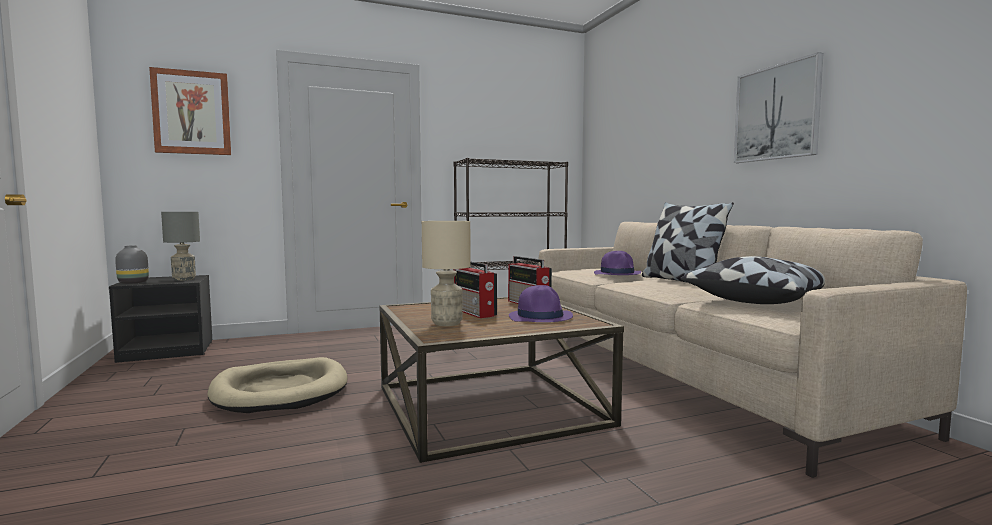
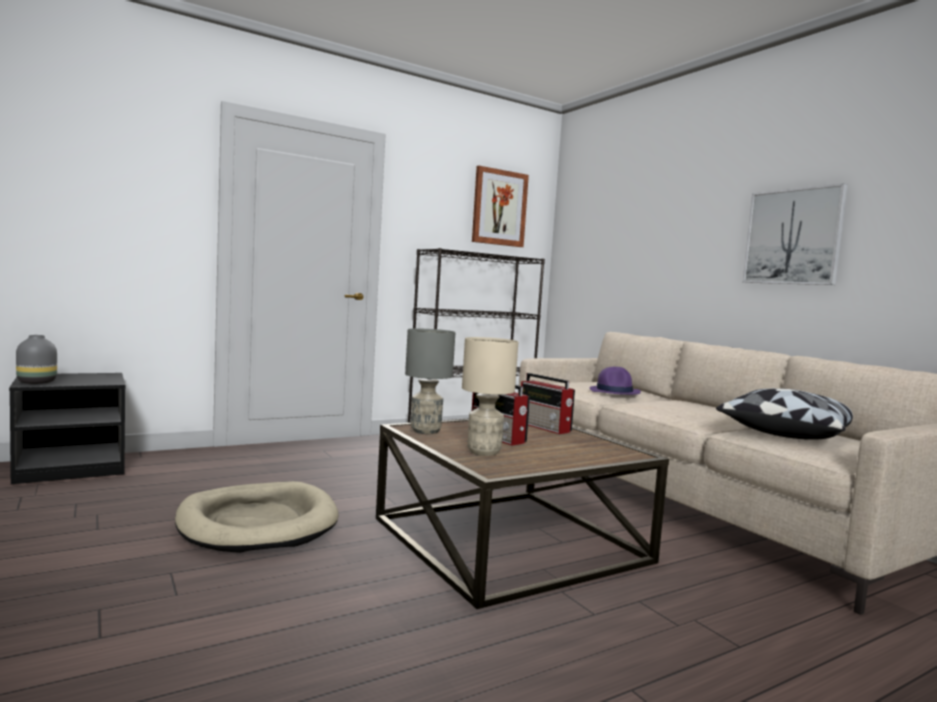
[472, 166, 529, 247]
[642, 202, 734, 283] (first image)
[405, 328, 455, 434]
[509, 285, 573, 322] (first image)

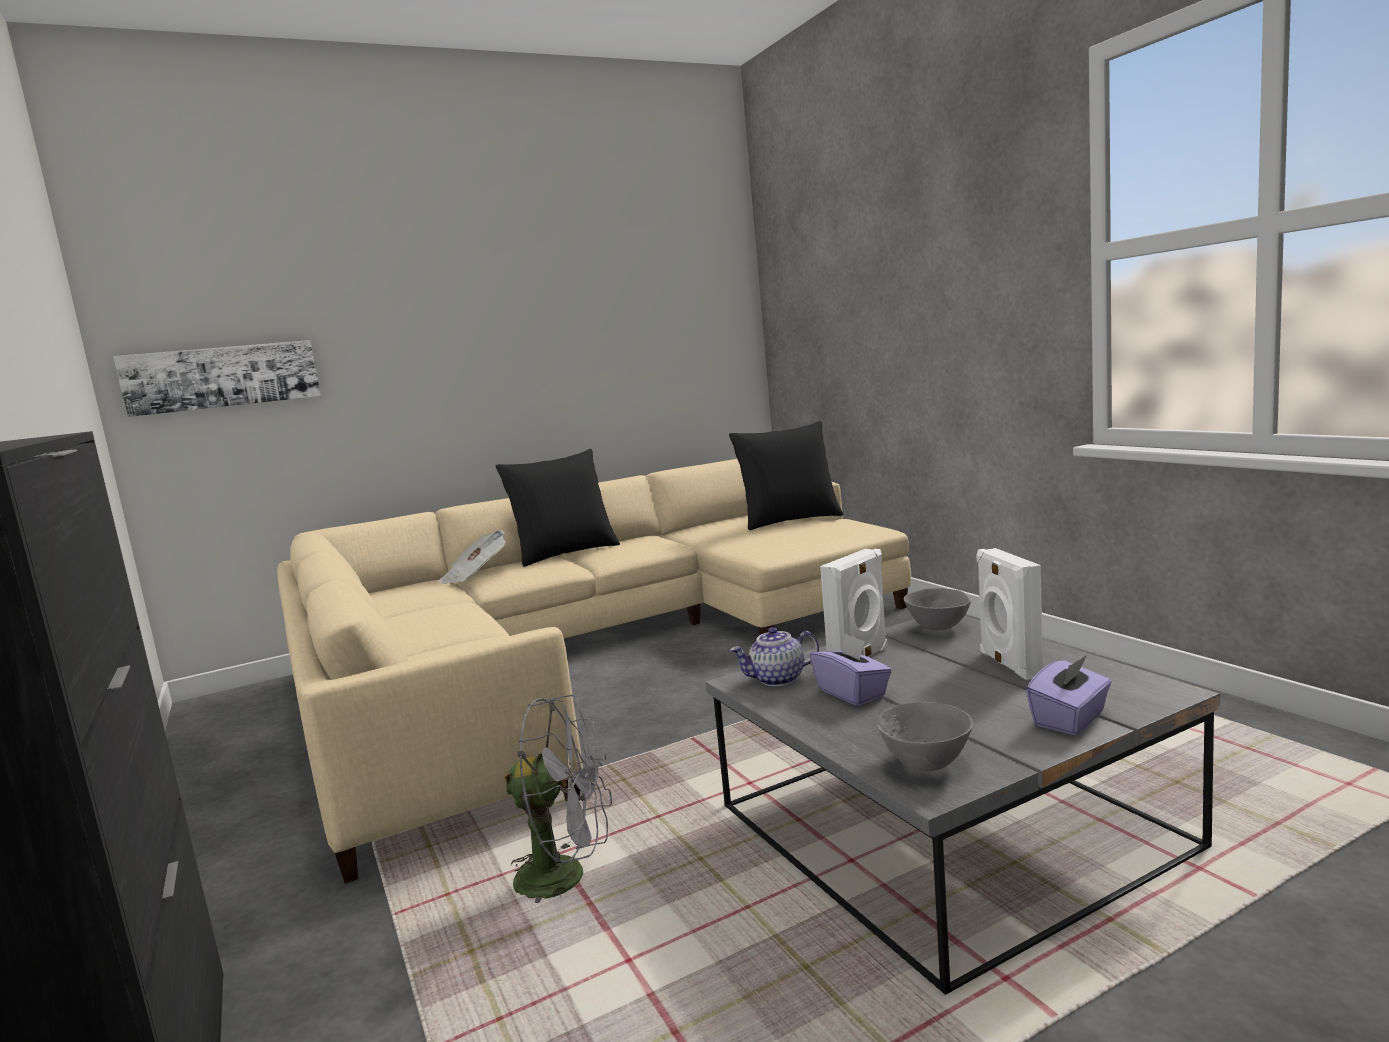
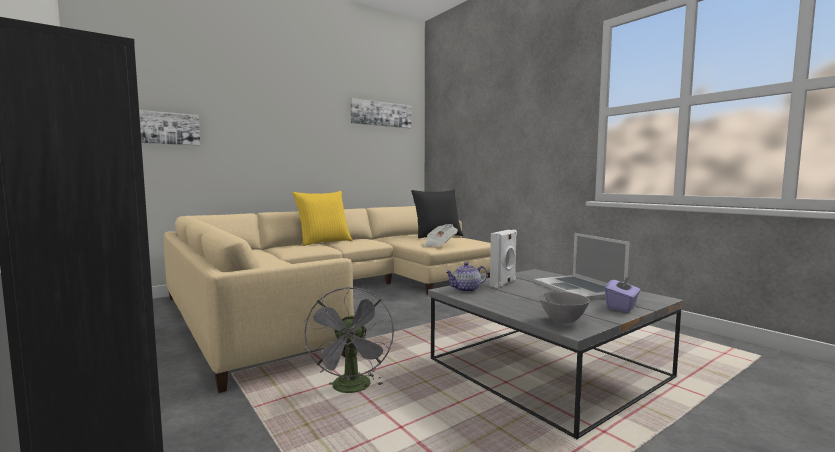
[293, 191, 352, 246]
[423, 224, 458, 247]
[534, 233, 631, 300]
[904, 588, 971, 630] (first image)
[810, 633, 892, 706] (first image)
[304, 287, 394, 393]
[350, 98, 411, 128]

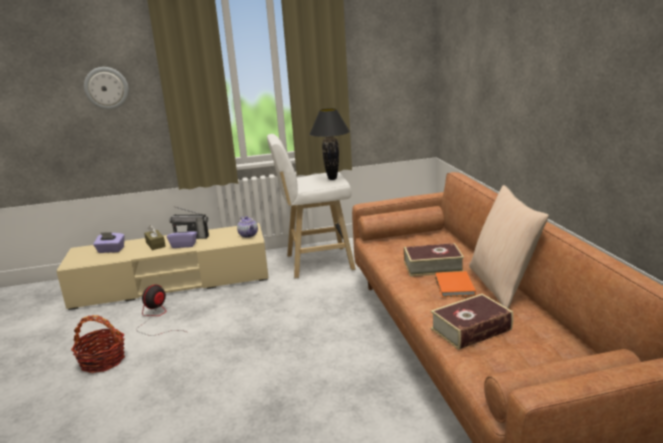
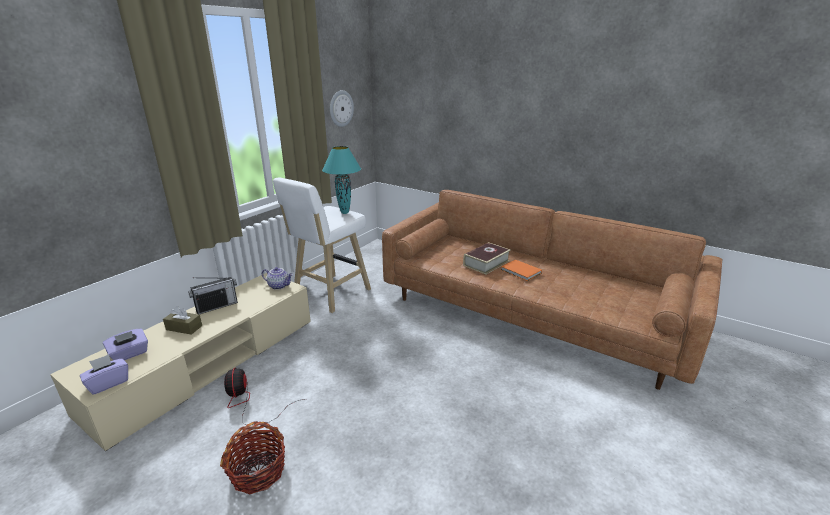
[330, 90, 354, 127]
[322, 146, 361, 214]
[469, 185, 549, 308] (first image)
[80, 354, 128, 395]
[431, 294, 513, 350] (first image)

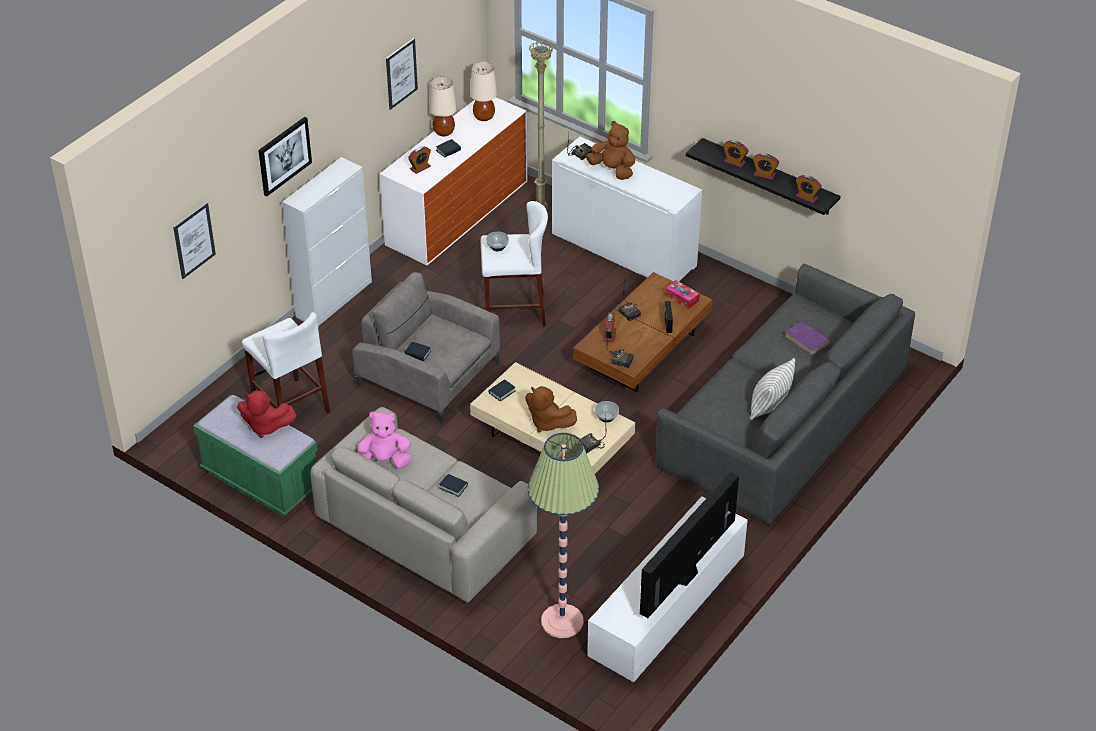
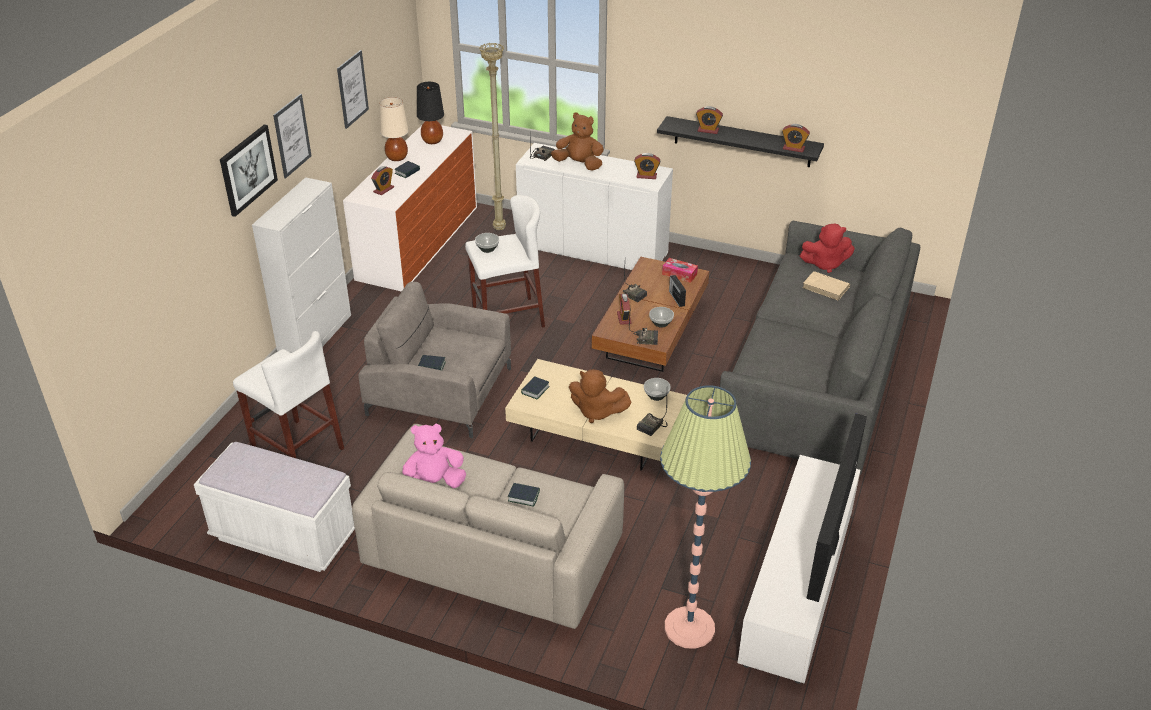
[417, 82, 444, 144]
[634, 153, 660, 179]
[273, 94, 312, 178]
[803, 271, 850, 301]
[750, 358, 795, 420] (first image)
[800, 224, 855, 273]
[194, 442, 355, 572]
[649, 307, 674, 328]

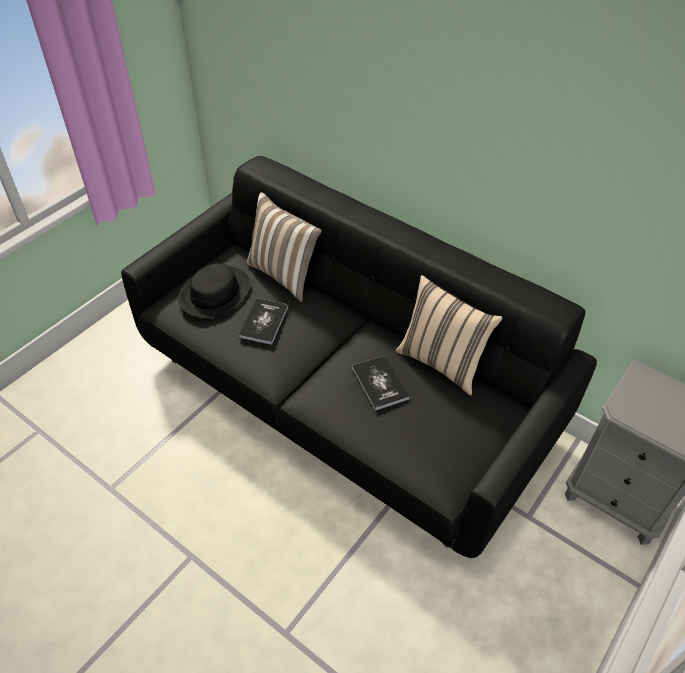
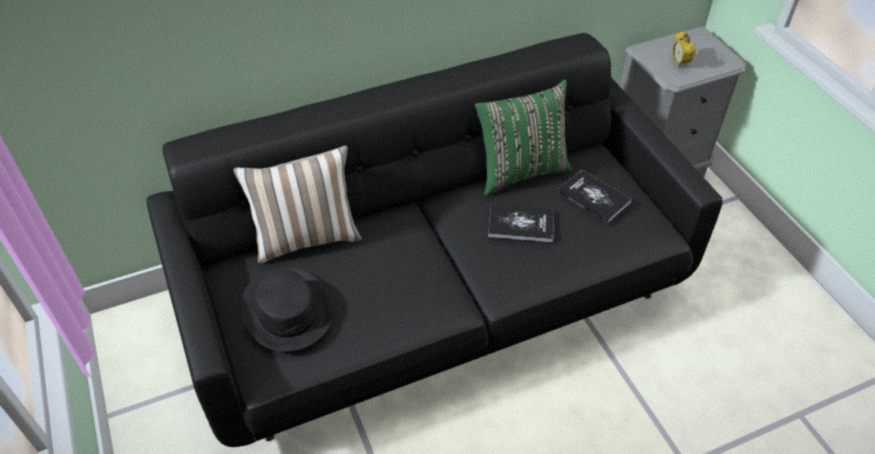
[475, 79, 572, 196]
[557, 170, 632, 223]
[673, 31, 696, 68]

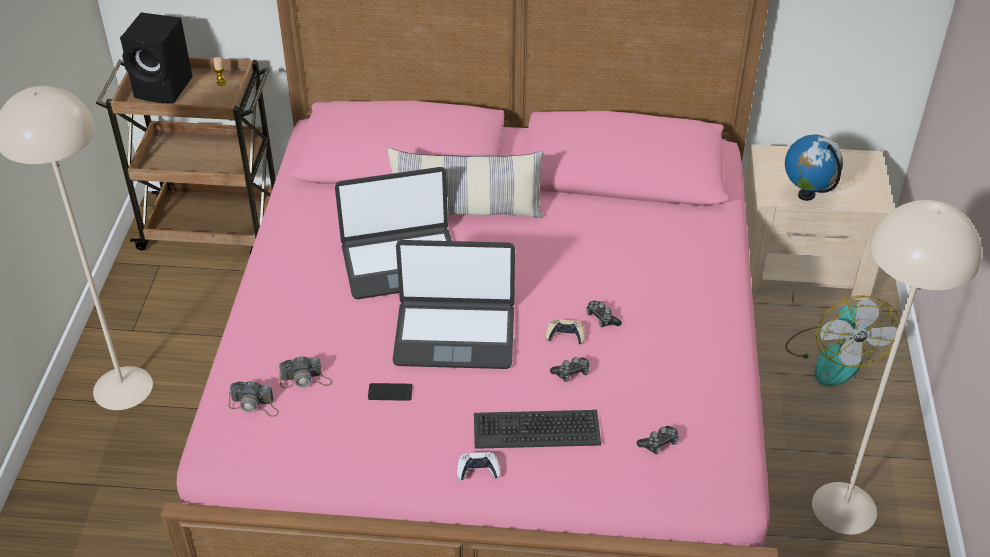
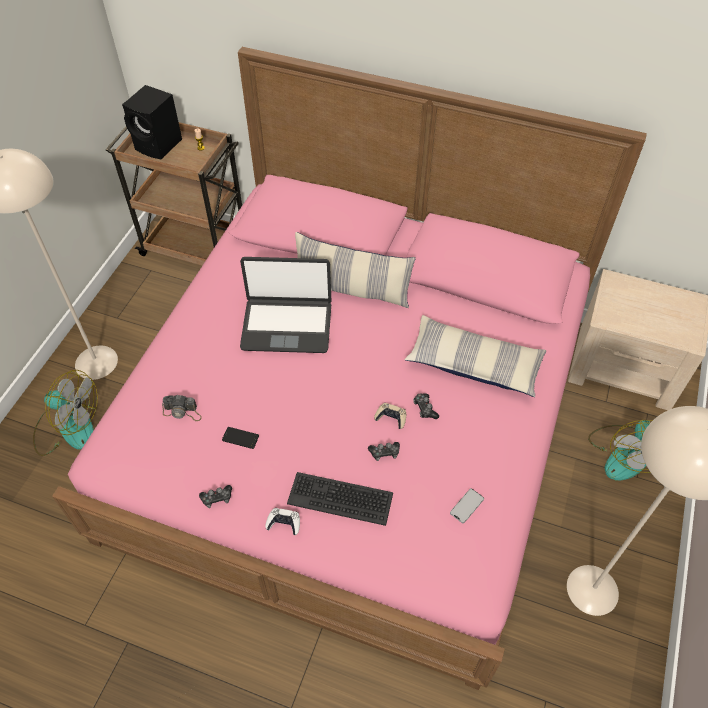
[785, 135, 843, 201] (first image)
[393, 240, 515, 369] (first image)
[228, 380, 279, 417] (first image)
[199, 485, 232, 508]
[404, 315, 546, 397]
[33, 370, 98, 456]
[450, 488, 484, 523]

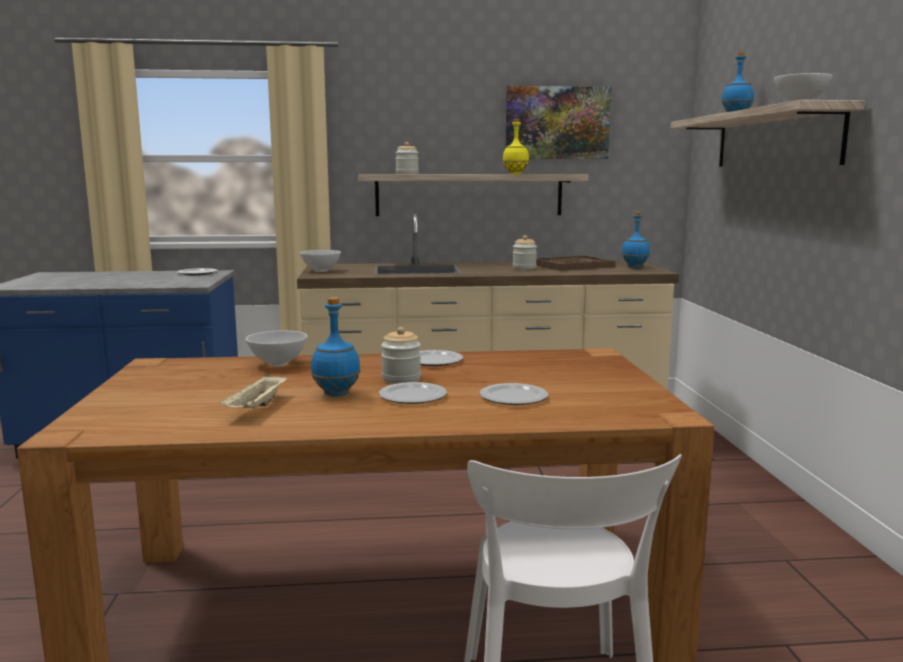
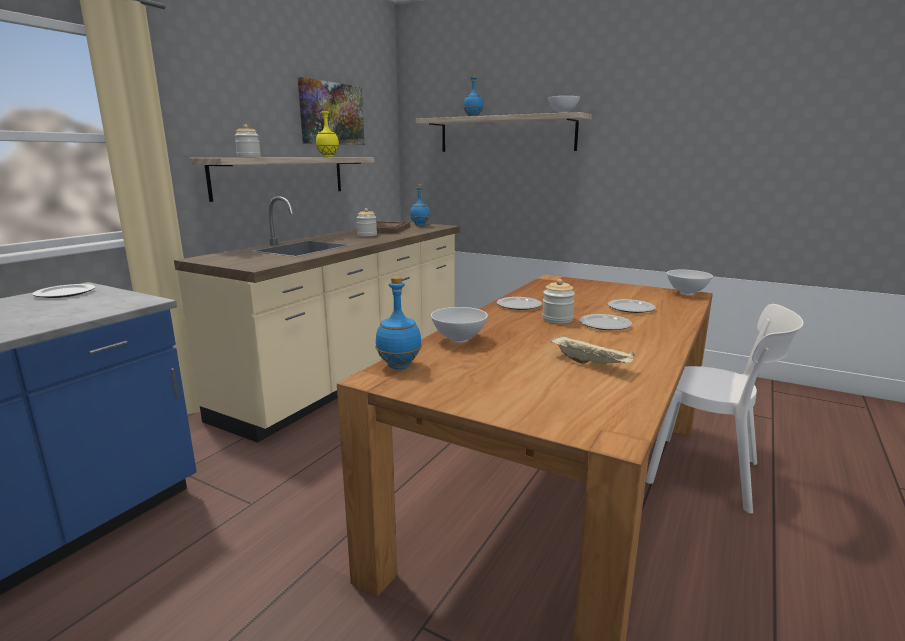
[667, 270, 713, 295]
[376, 277, 422, 369]

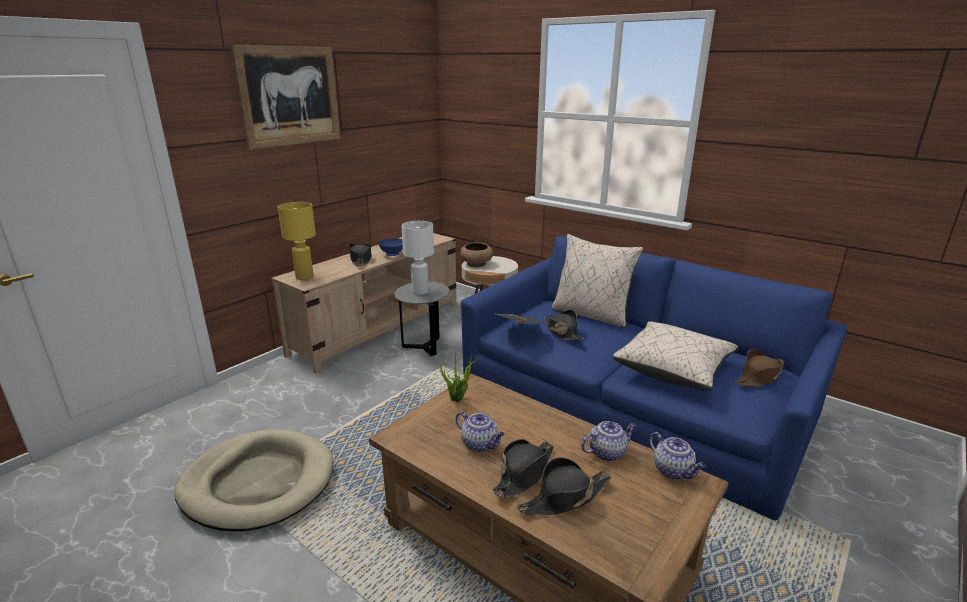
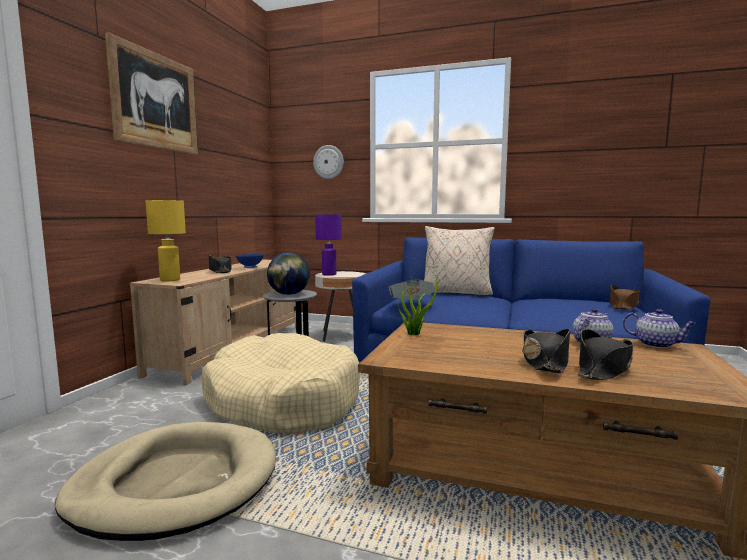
[267, 253, 310, 295]
[315, 214, 342, 276]
[544, 310, 584, 340] (first image)
[613, 321, 738, 391] (first image)
[456, 411, 505, 452] (first image)
[313, 145, 344, 179]
[202, 333, 360, 435]

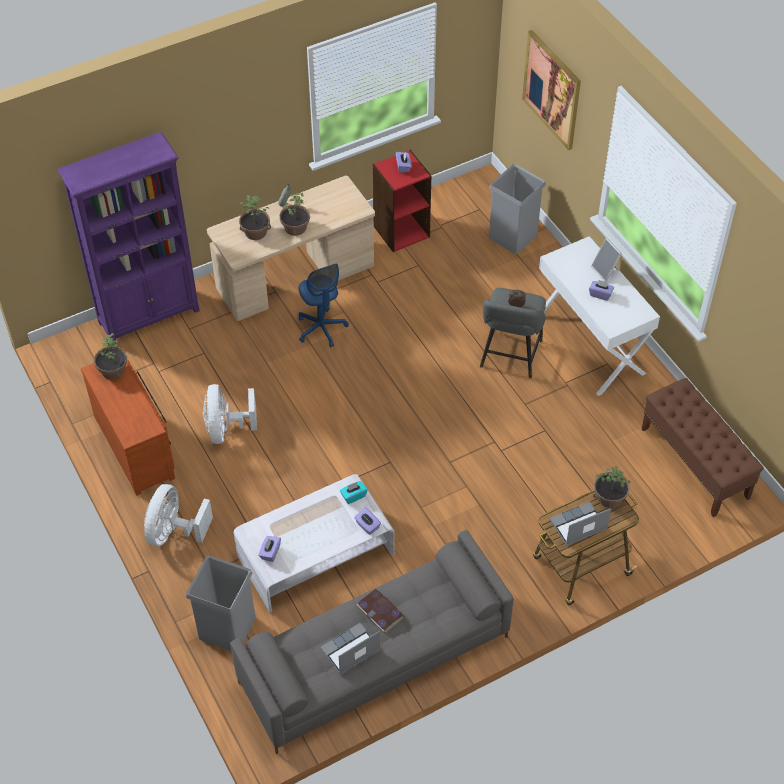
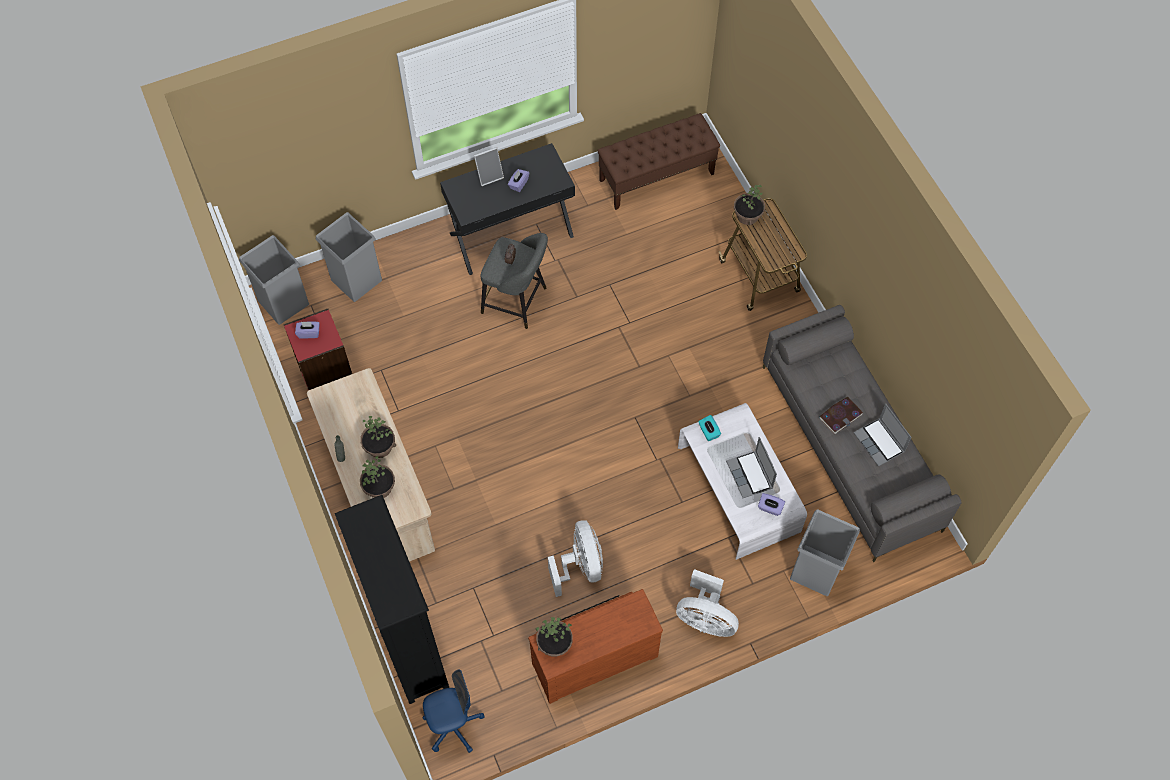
[522, 30, 581, 150] (first image)
[335, 495, 449, 704]
[440, 143, 575, 275]
[423, 670, 485, 753]
[548, 520, 603, 597]
[726, 437, 777, 498]
[354, 508, 381, 535] (first image)
[239, 235, 309, 325]

